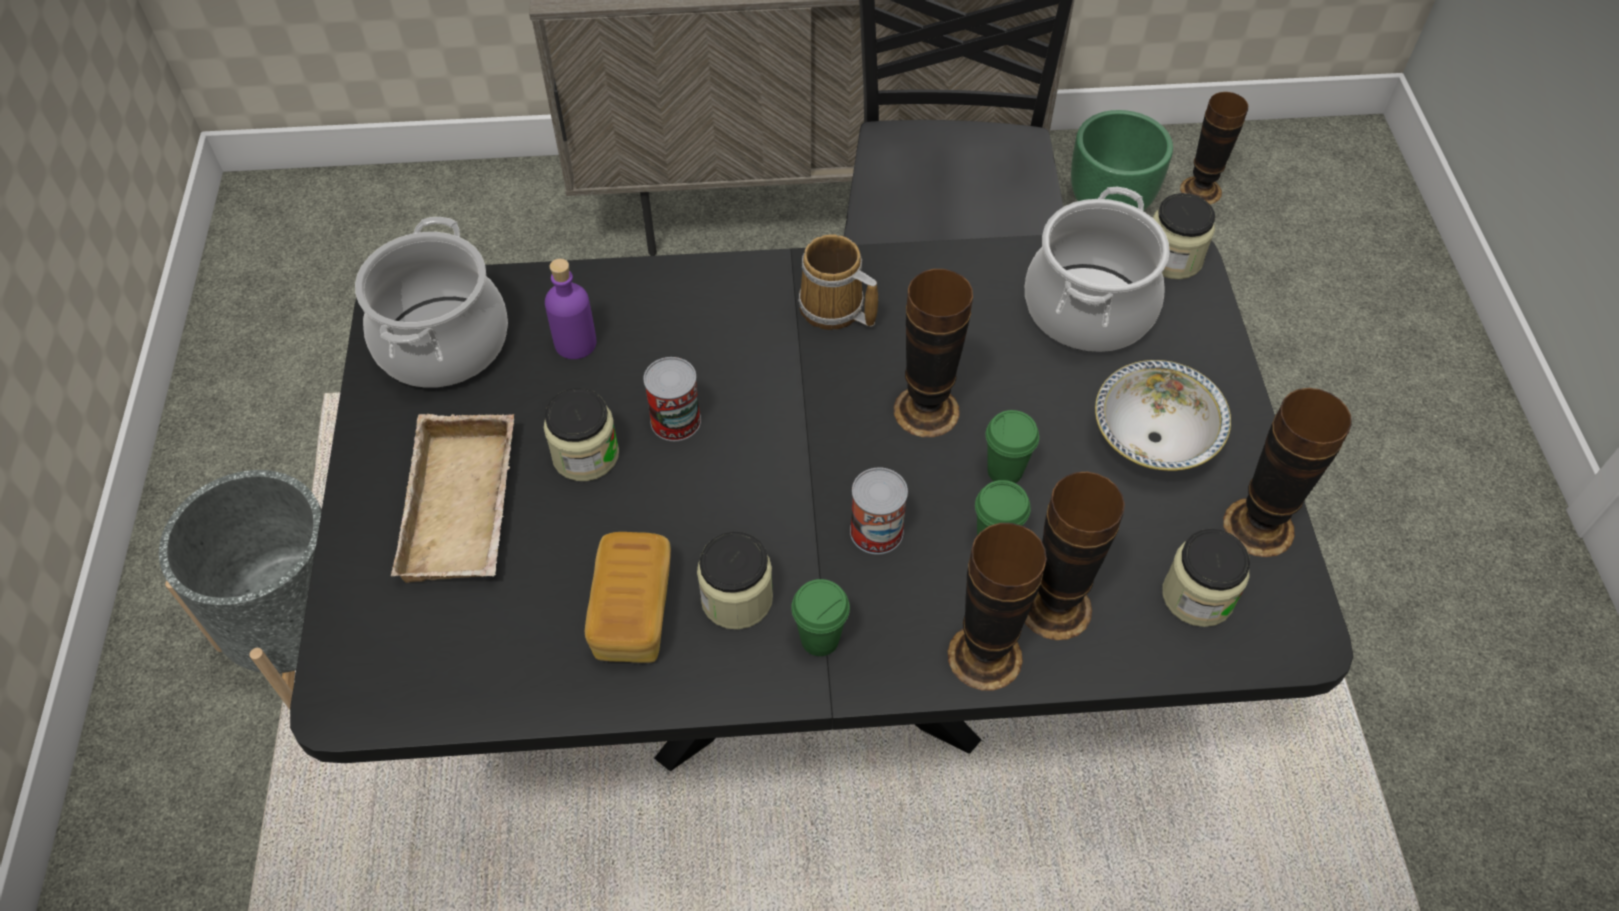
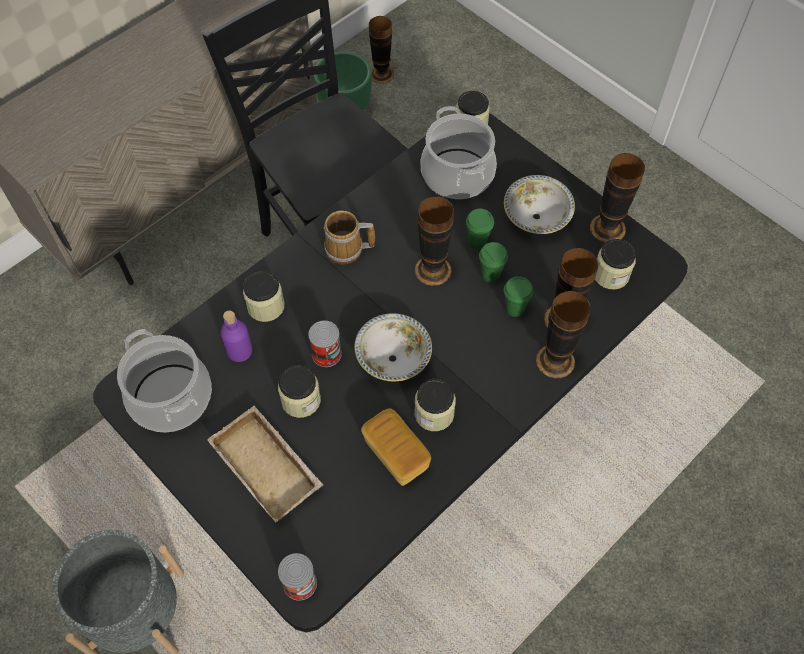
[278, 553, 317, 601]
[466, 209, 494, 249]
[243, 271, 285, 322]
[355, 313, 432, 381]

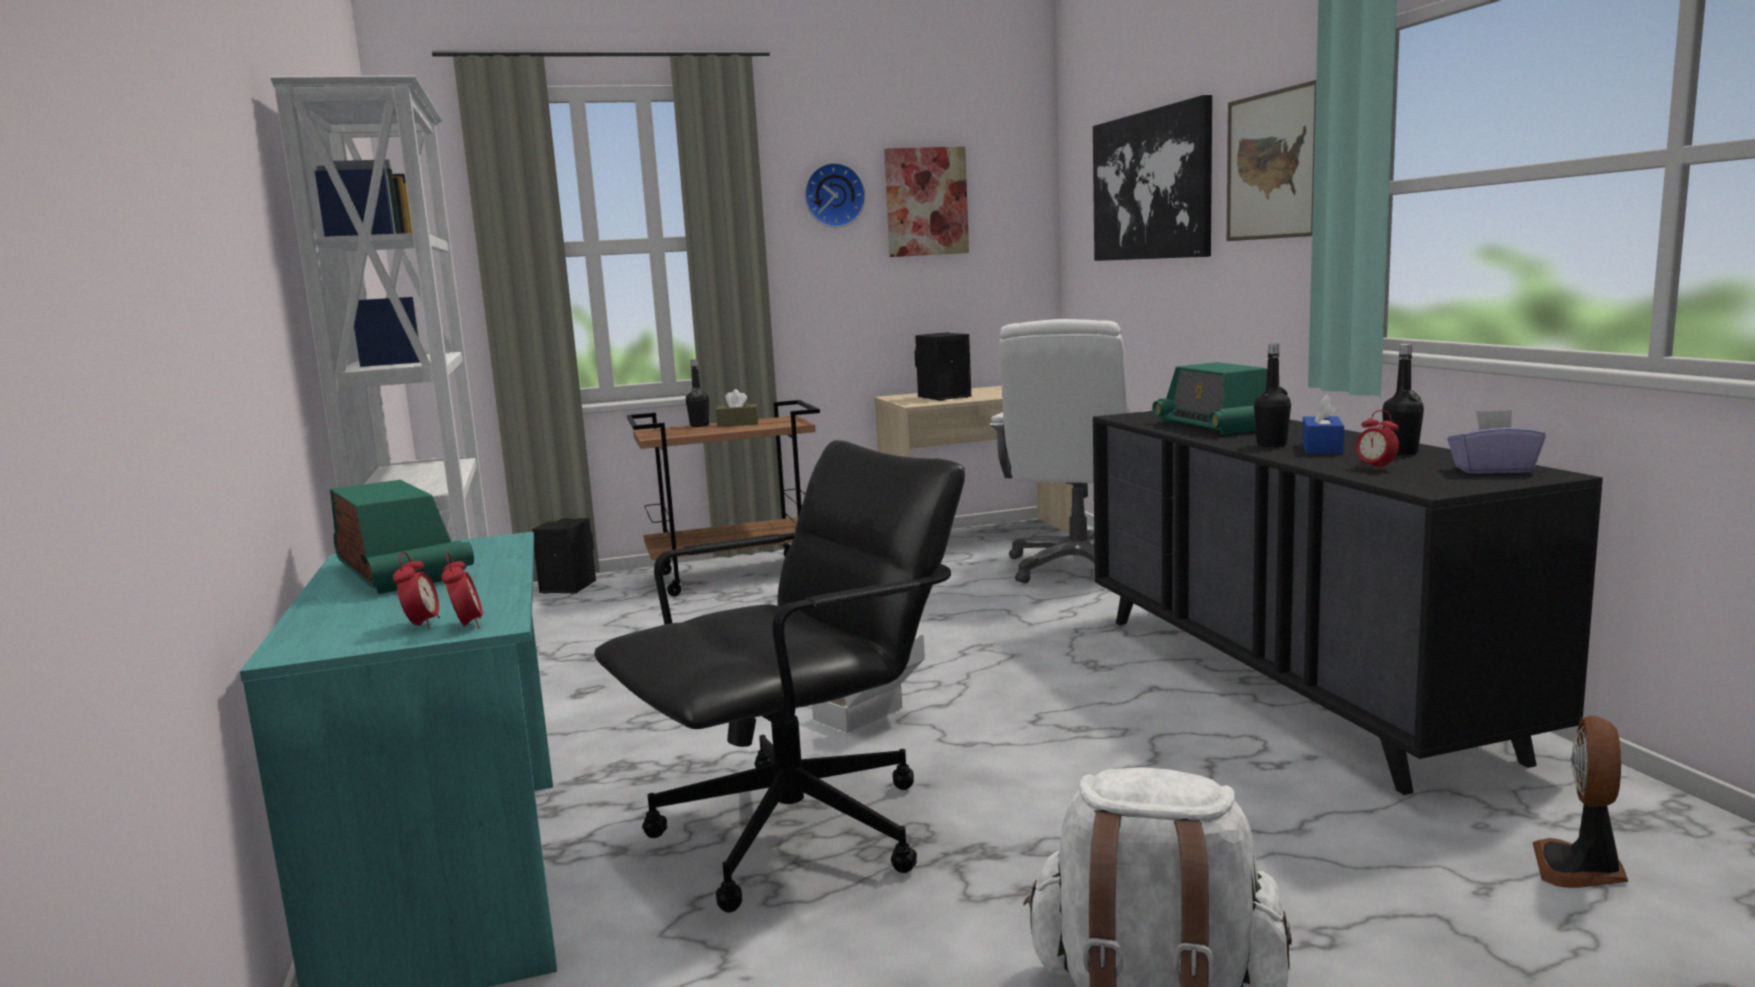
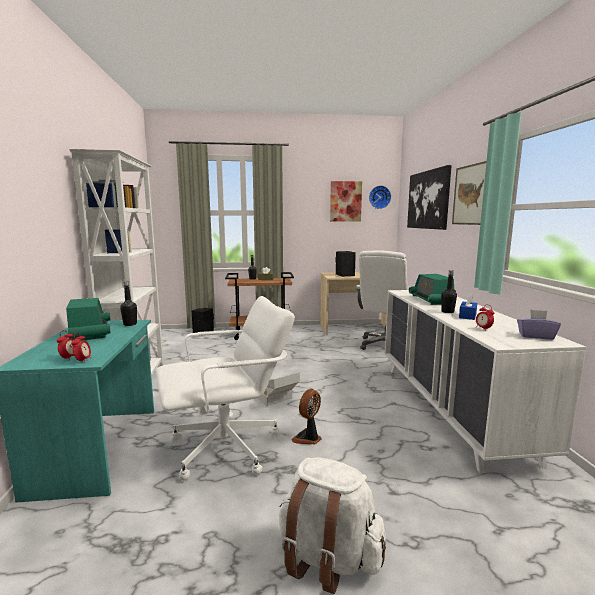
[369, 185, 391, 209]
[120, 281, 137, 326]
[385, 290, 586, 473]
[155, 296, 295, 481]
[291, 389, 322, 444]

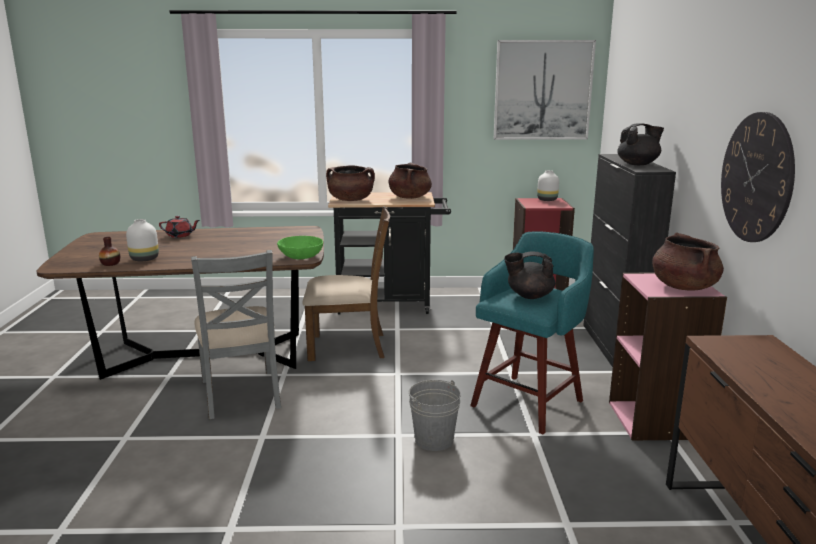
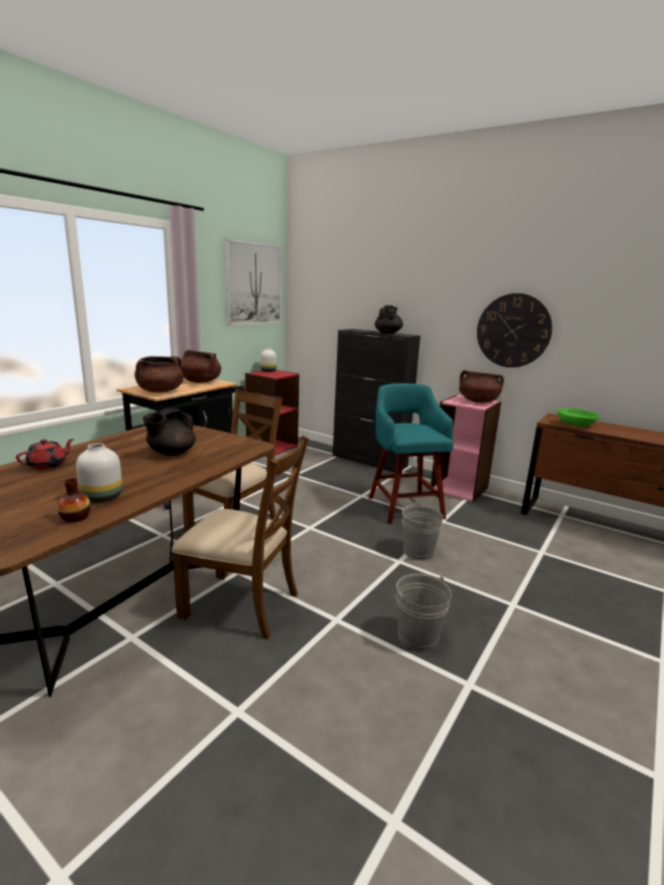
[557, 408, 599, 427]
[172, 435, 309, 640]
[143, 408, 196, 456]
[396, 573, 452, 651]

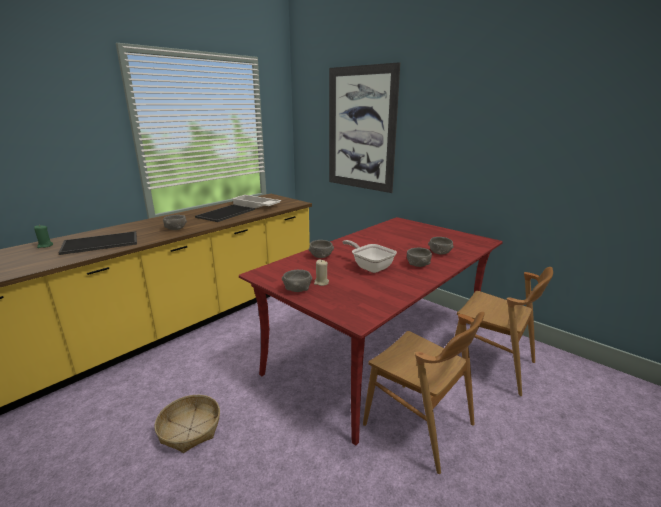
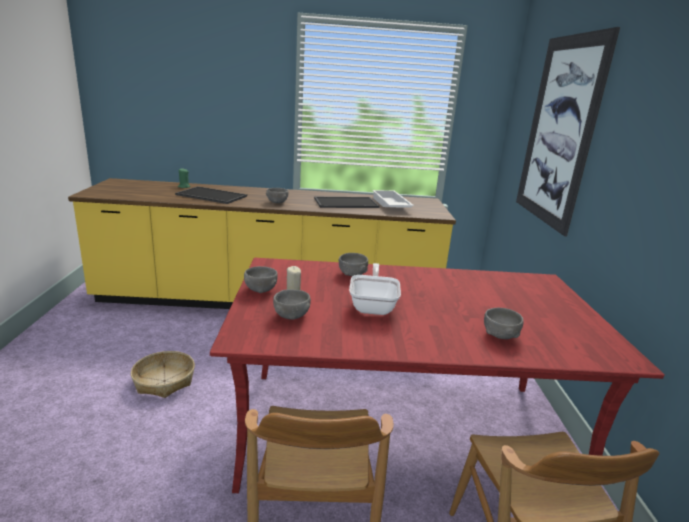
[273, 289, 311, 320]

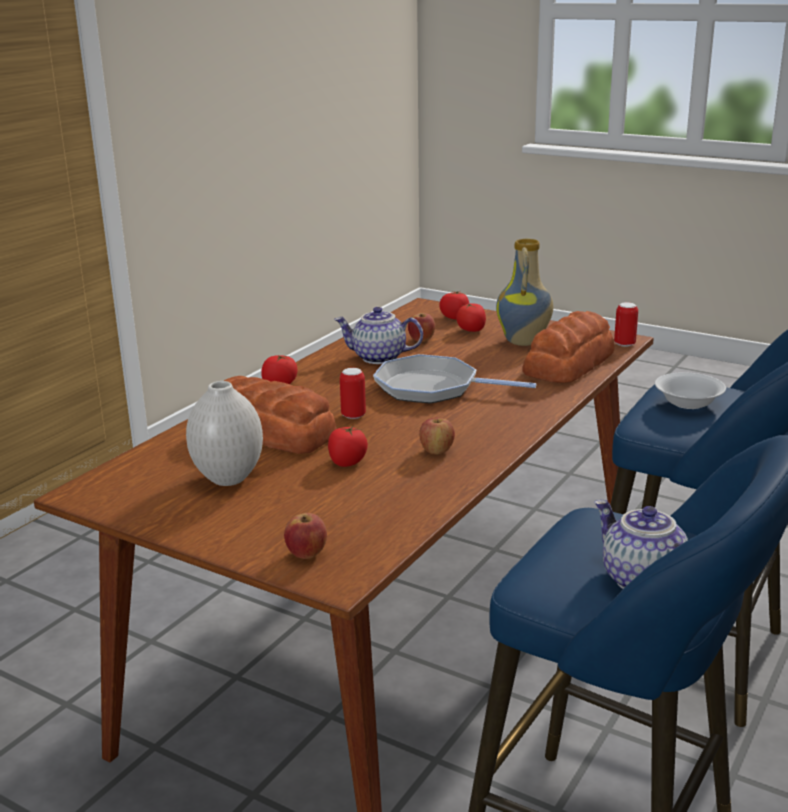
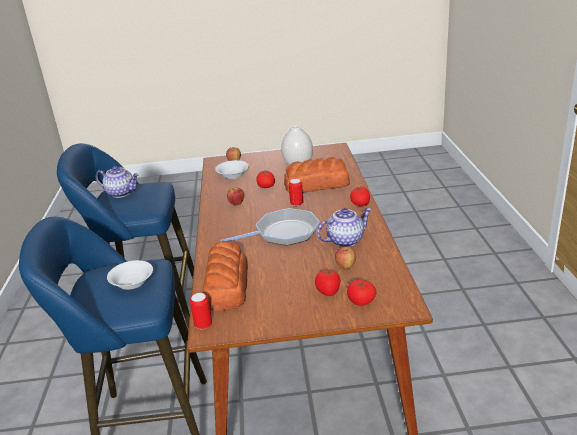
[496, 238, 553, 346] (first image)
[215, 160, 249, 179]

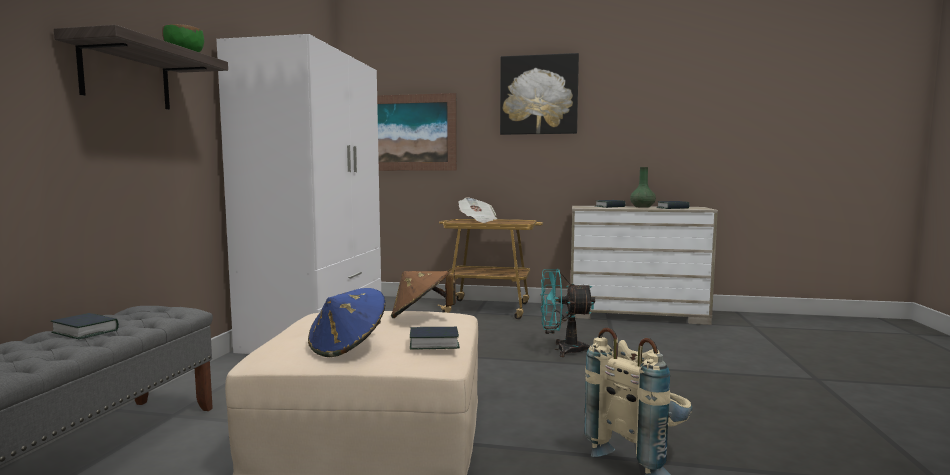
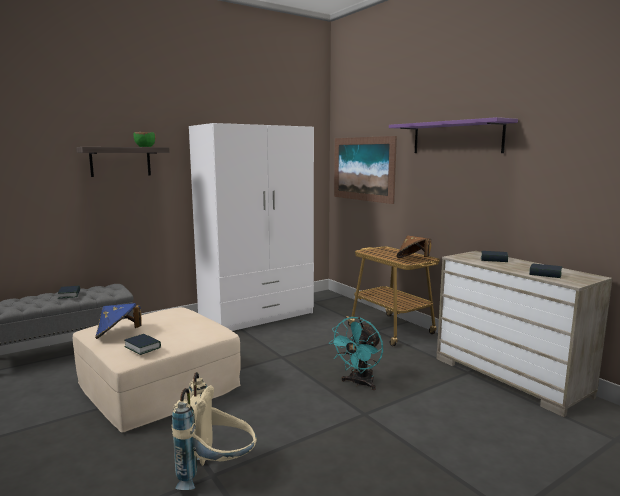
[389, 117, 518, 153]
[630, 167, 656, 208] (first image)
[458, 197, 497, 223] (first image)
[329, 317, 383, 390]
[396, 236, 431, 258]

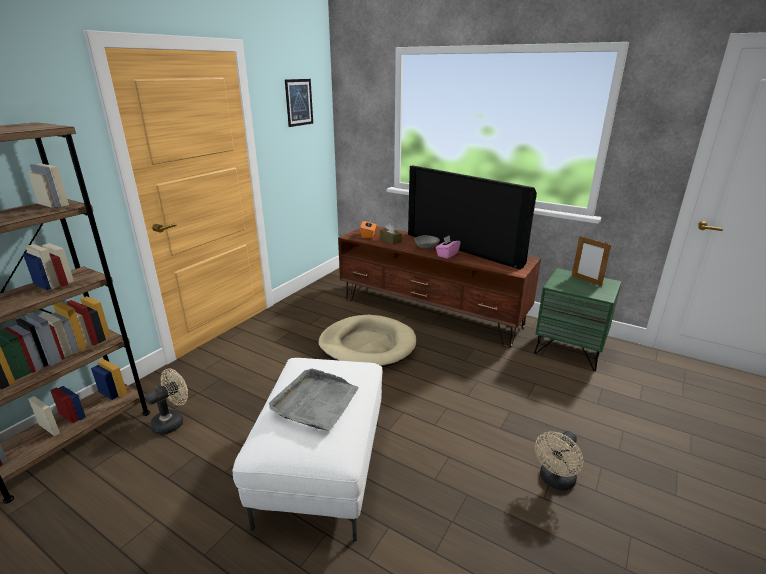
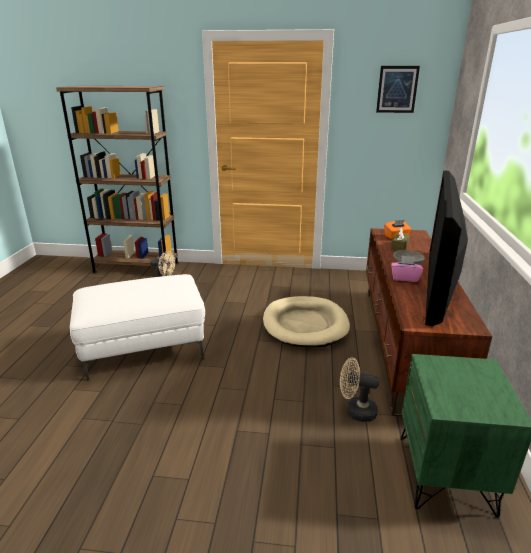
[572, 236, 611, 286] (first image)
[269, 369, 359, 431] (first image)
[340, 358, 380, 422]

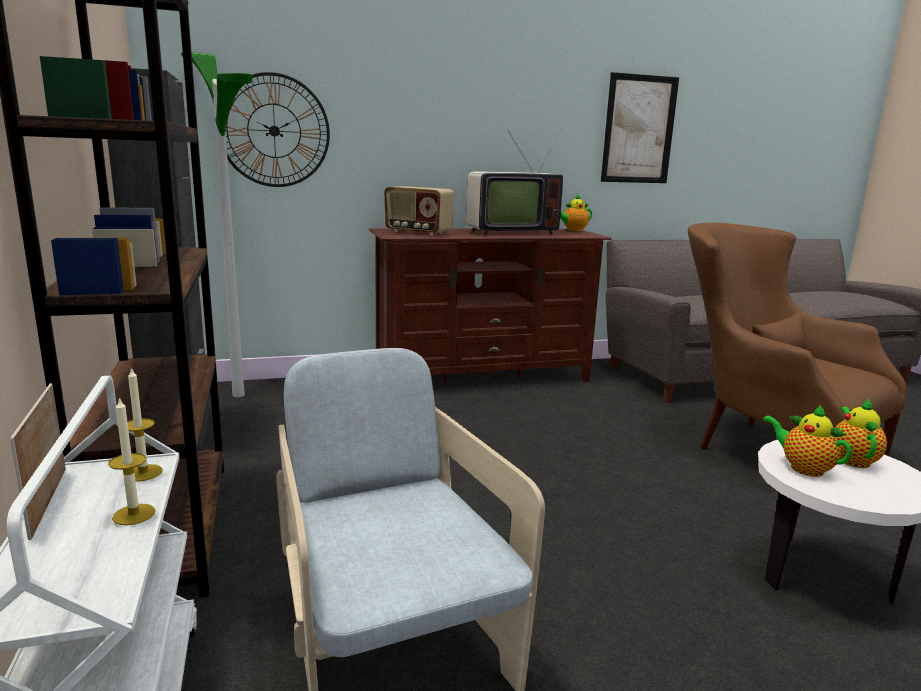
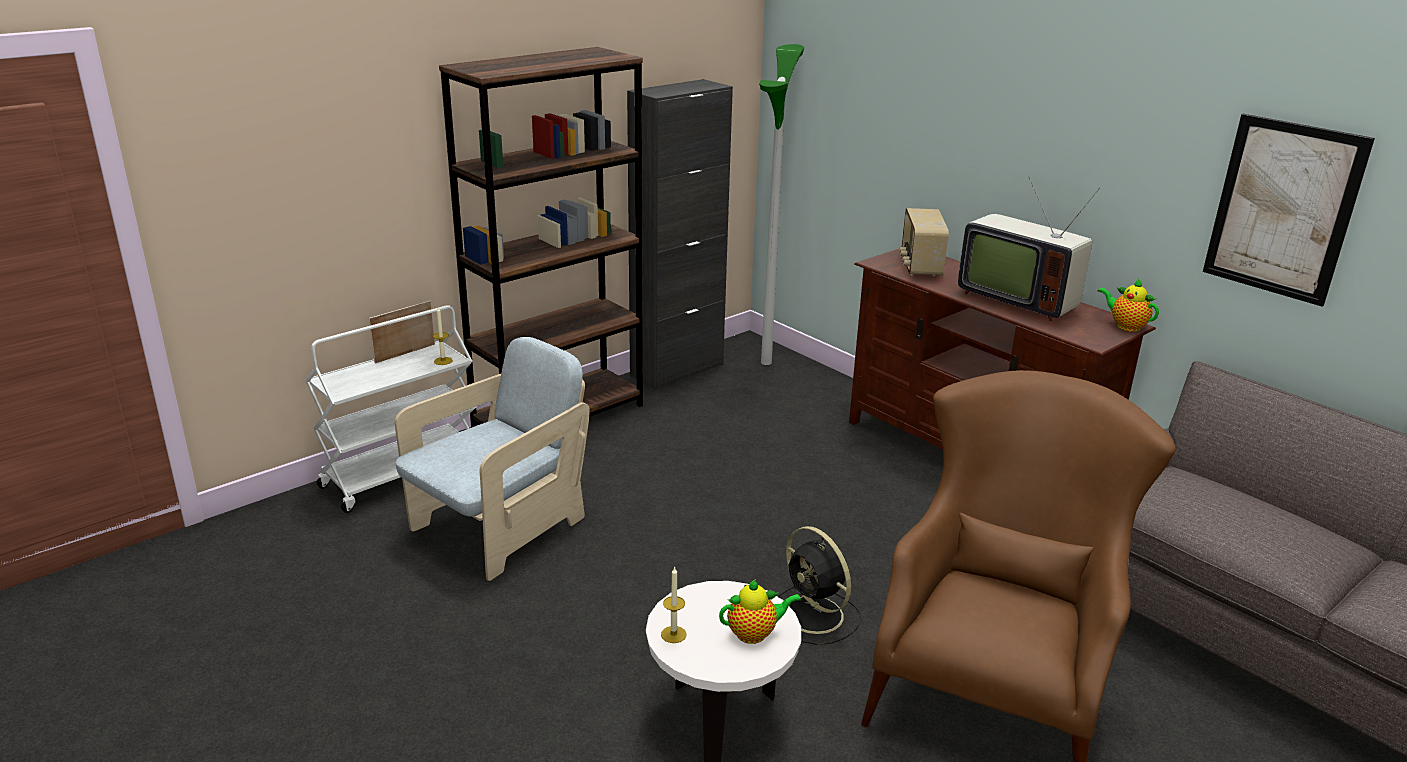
[225, 72, 330, 187] (first image)
[661, 566, 687, 643]
[762, 405, 852, 477] (first image)
[778, 526, 861, 645]

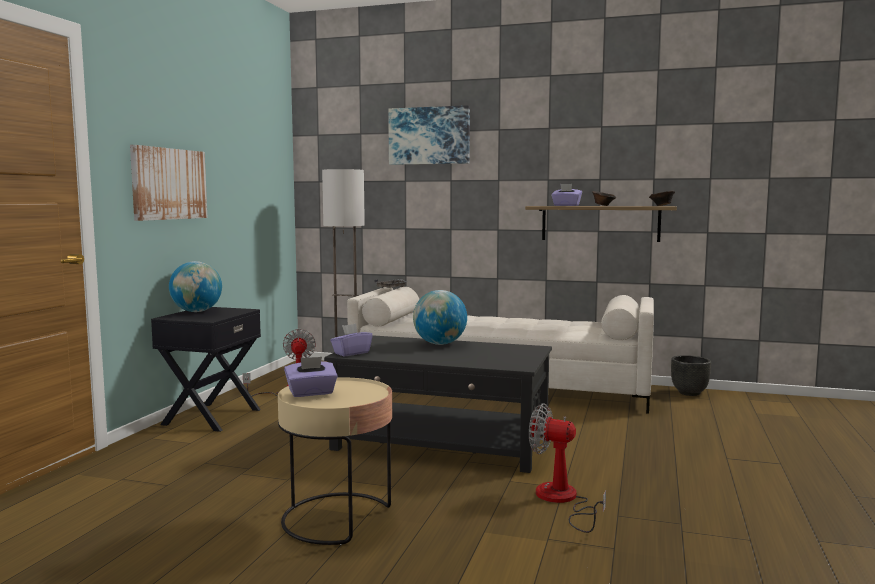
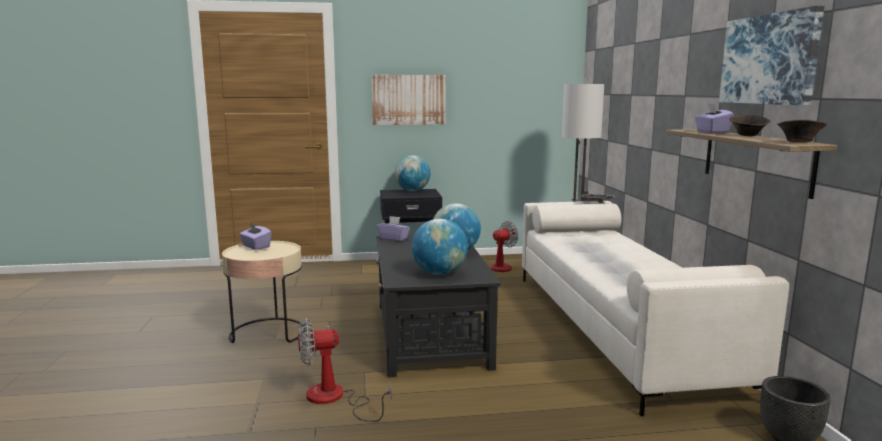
[719, 5, 824, 105]
[298, 318, 392, 422]
[412, 219, 468, 275]

